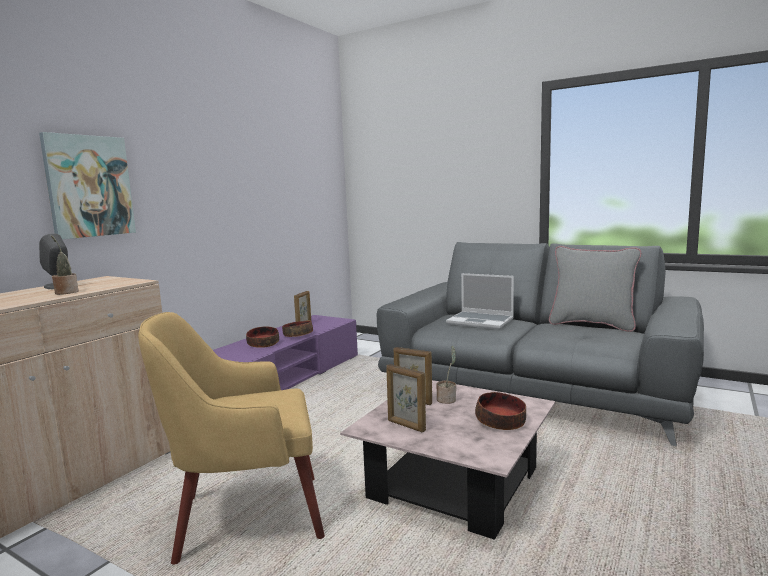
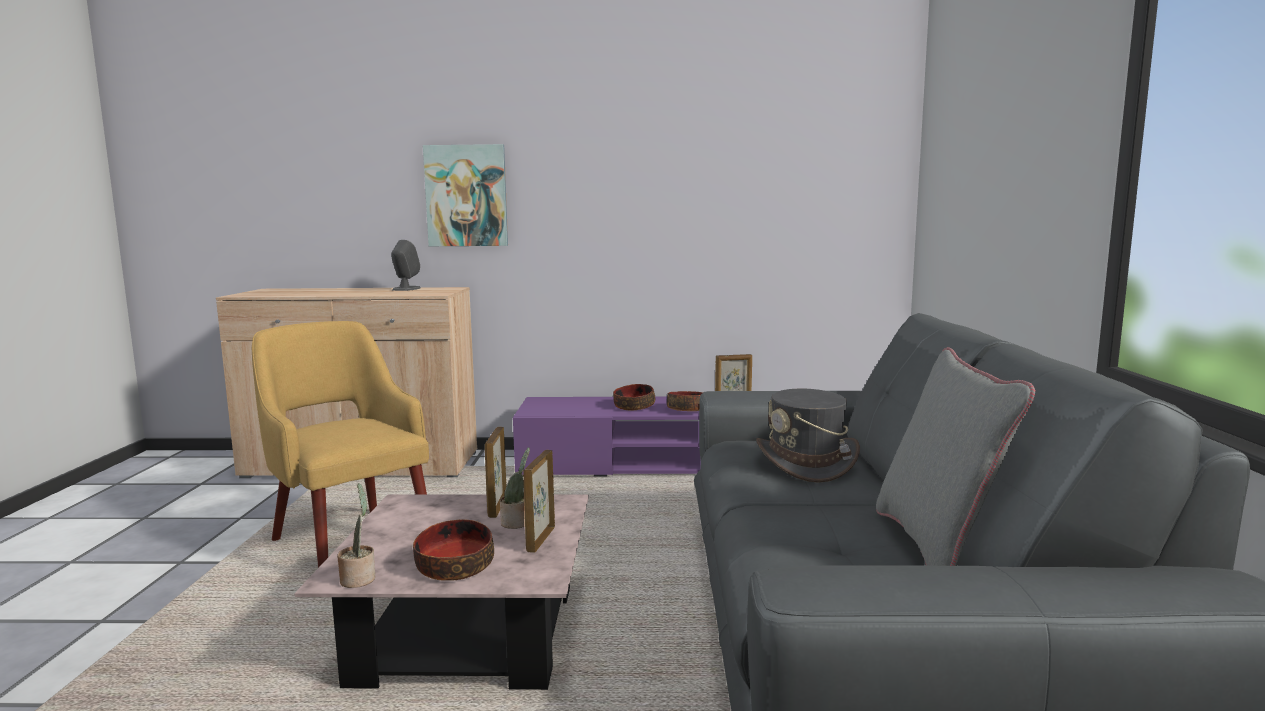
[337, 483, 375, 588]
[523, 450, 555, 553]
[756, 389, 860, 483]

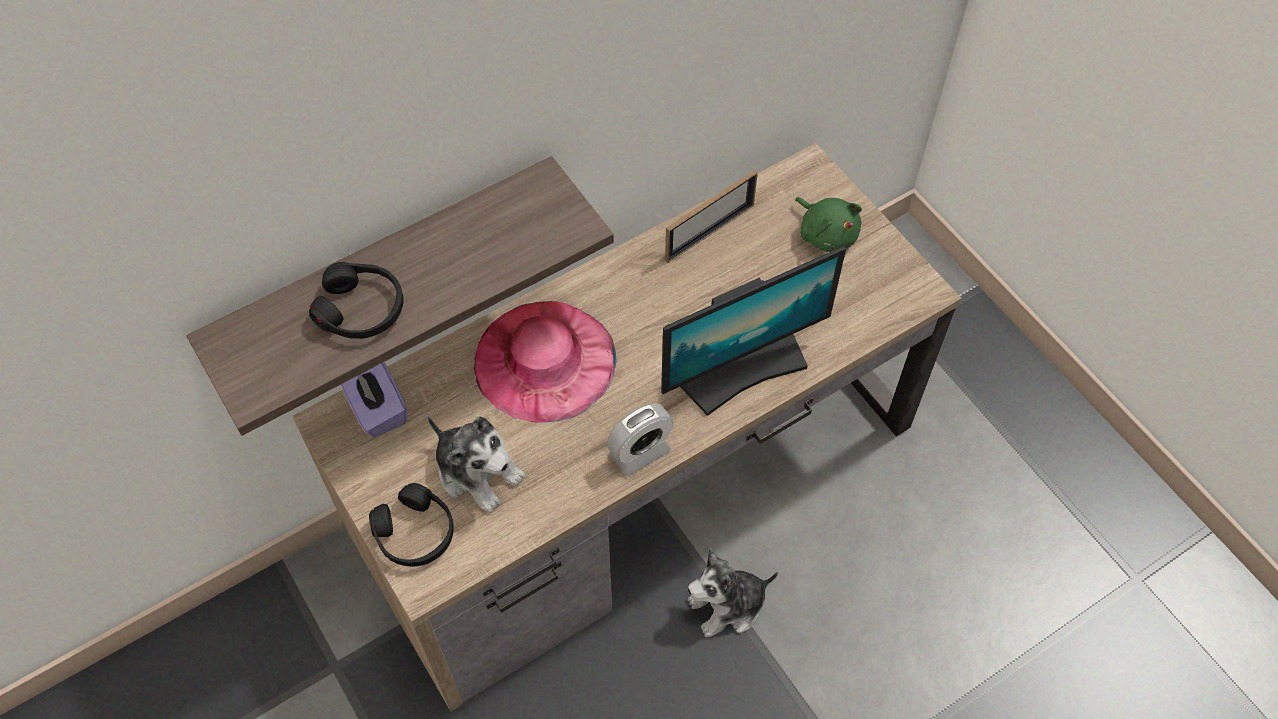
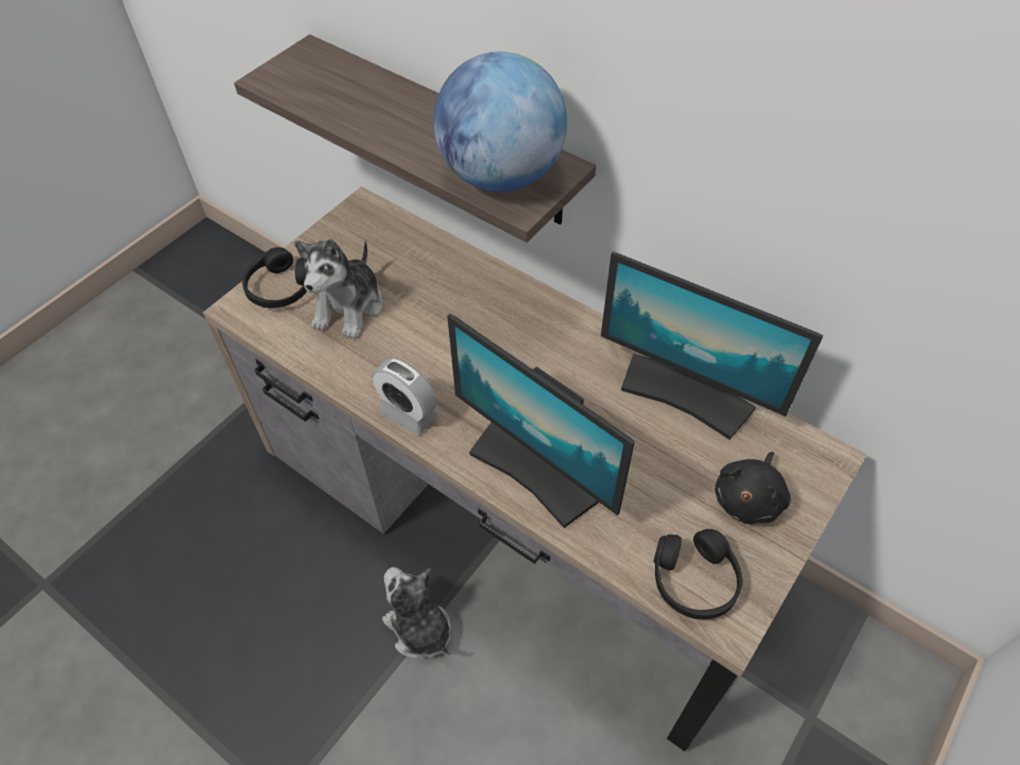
[341, 362, 408, 437] (first image)
[474, 301, 616, 423] (first image)
[433, 52, 567, 192]
[654, 529, 743, 619]
[601, 252, 824, 440]
[715, 452, 791, 524]

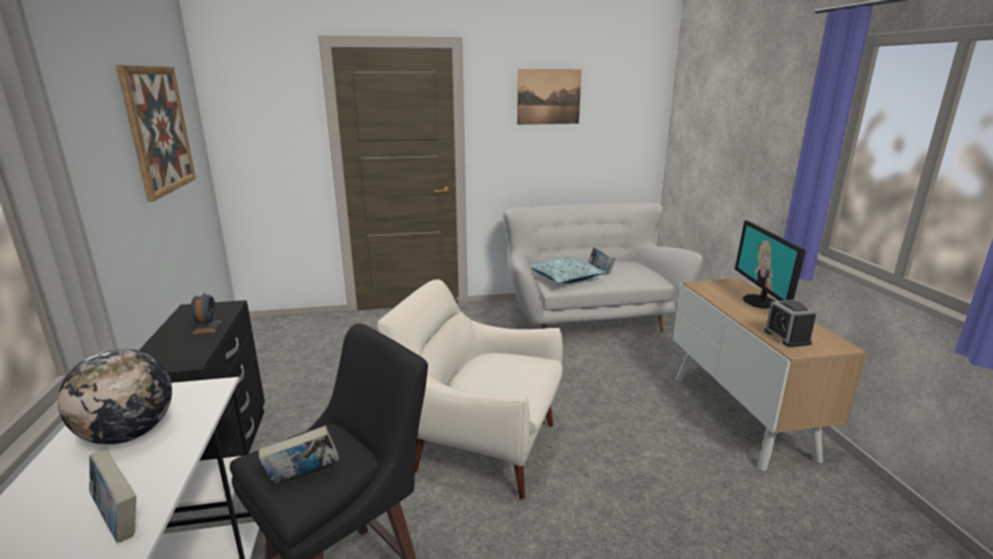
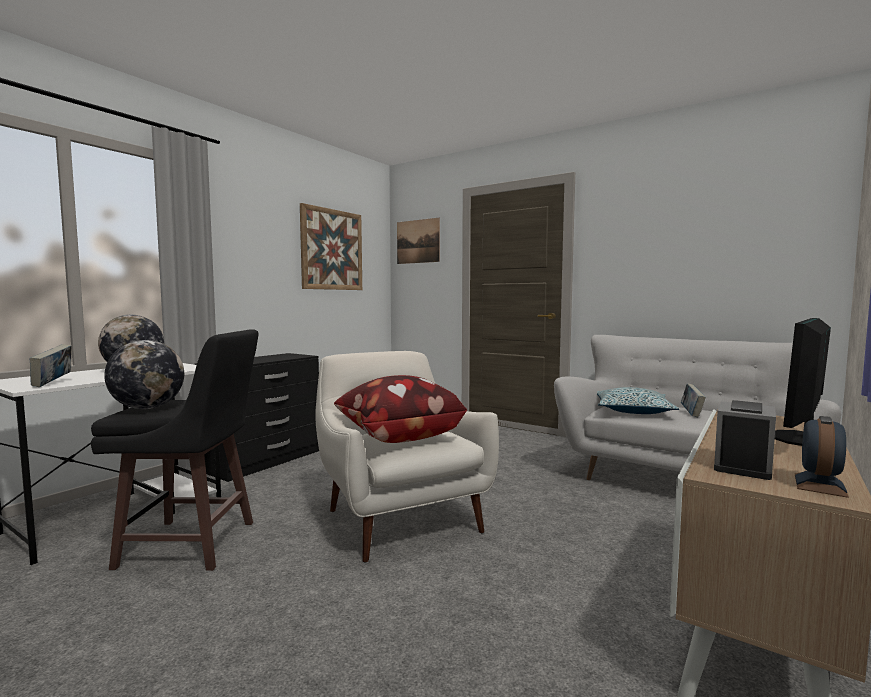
[334, 375, 467, 443]
[795, 416, 849, 498]
[397, 218, 440, 264]
[104, 340, 184, 409]

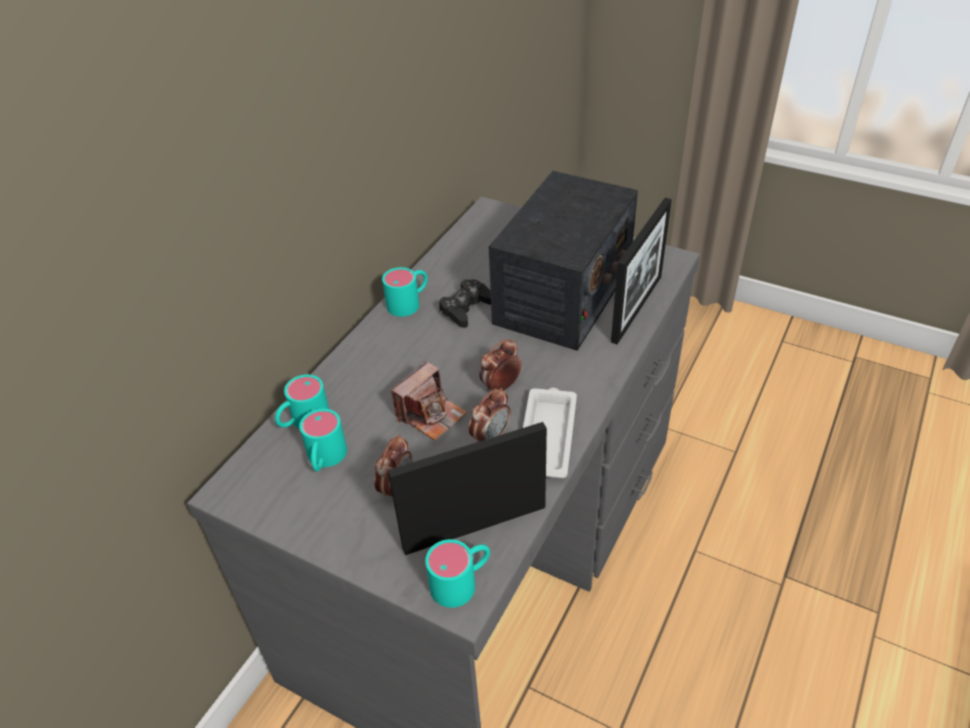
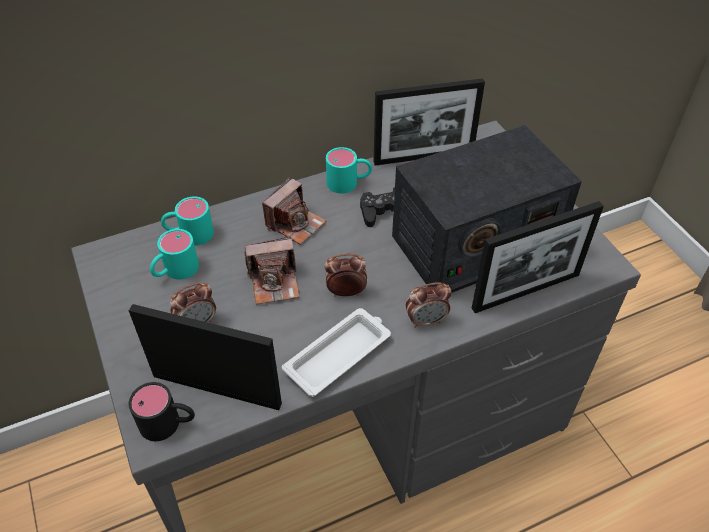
[262, 178, 326, 245]
[374, 78, 485, 166]
[406, 283, 452, 328]
[129, 382, 195, 441]

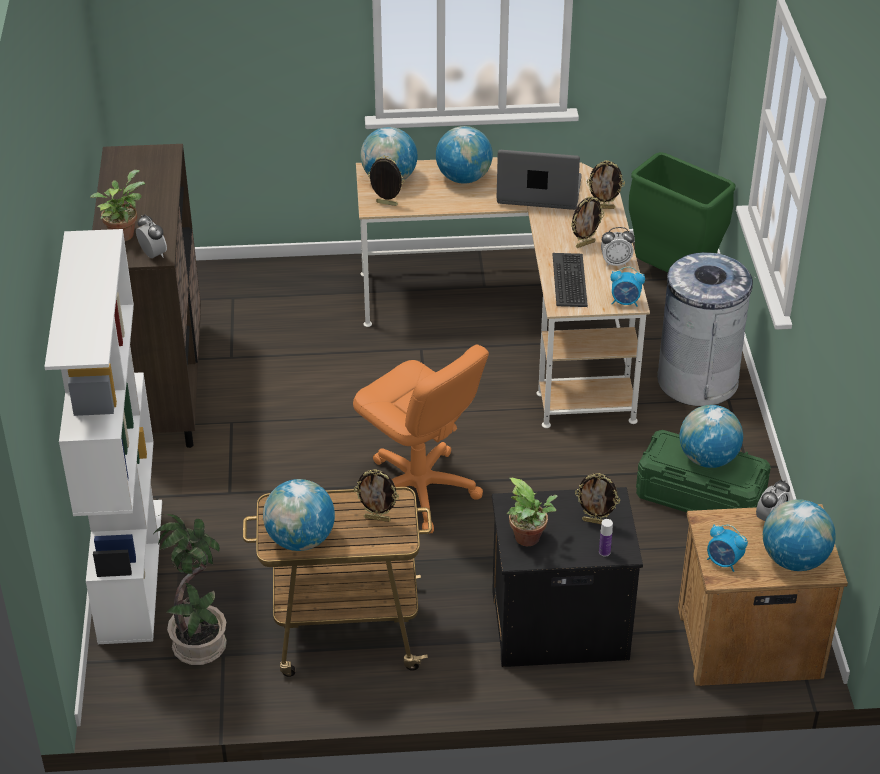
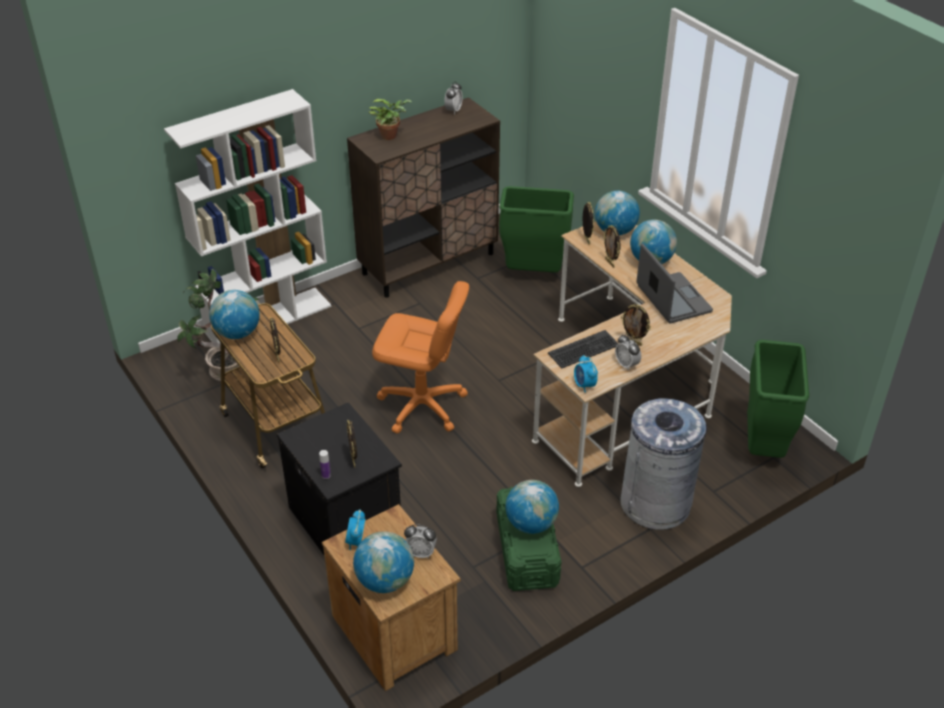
[506, 478, 558, 546] (first image)
[499, 186, 574, 272]
[444, 82, 463, 114]
[603, 225, 620, 268]
[372, 281, 469, 433]

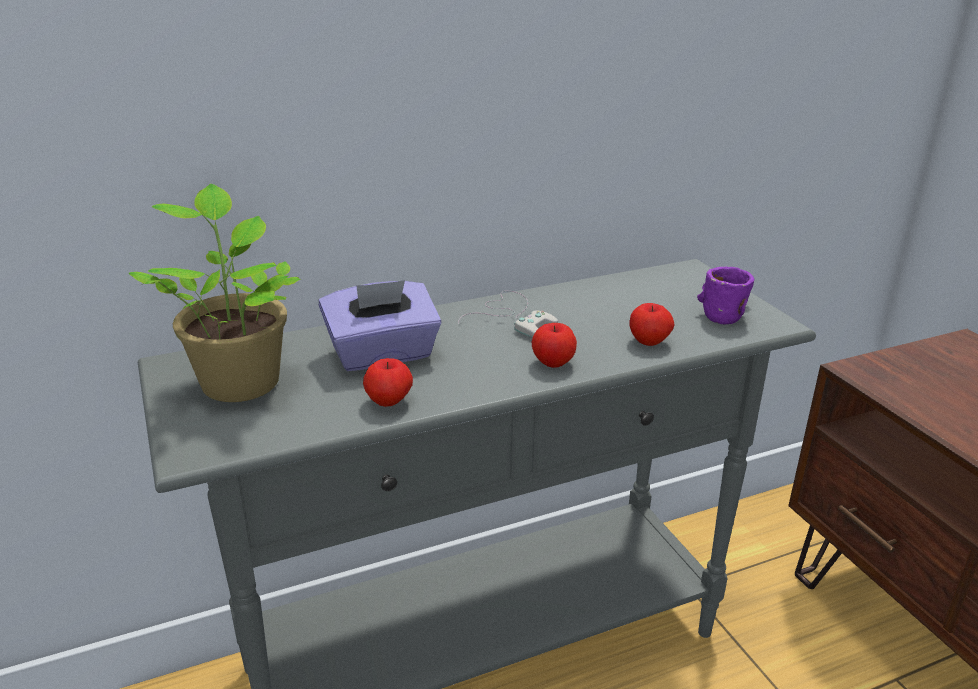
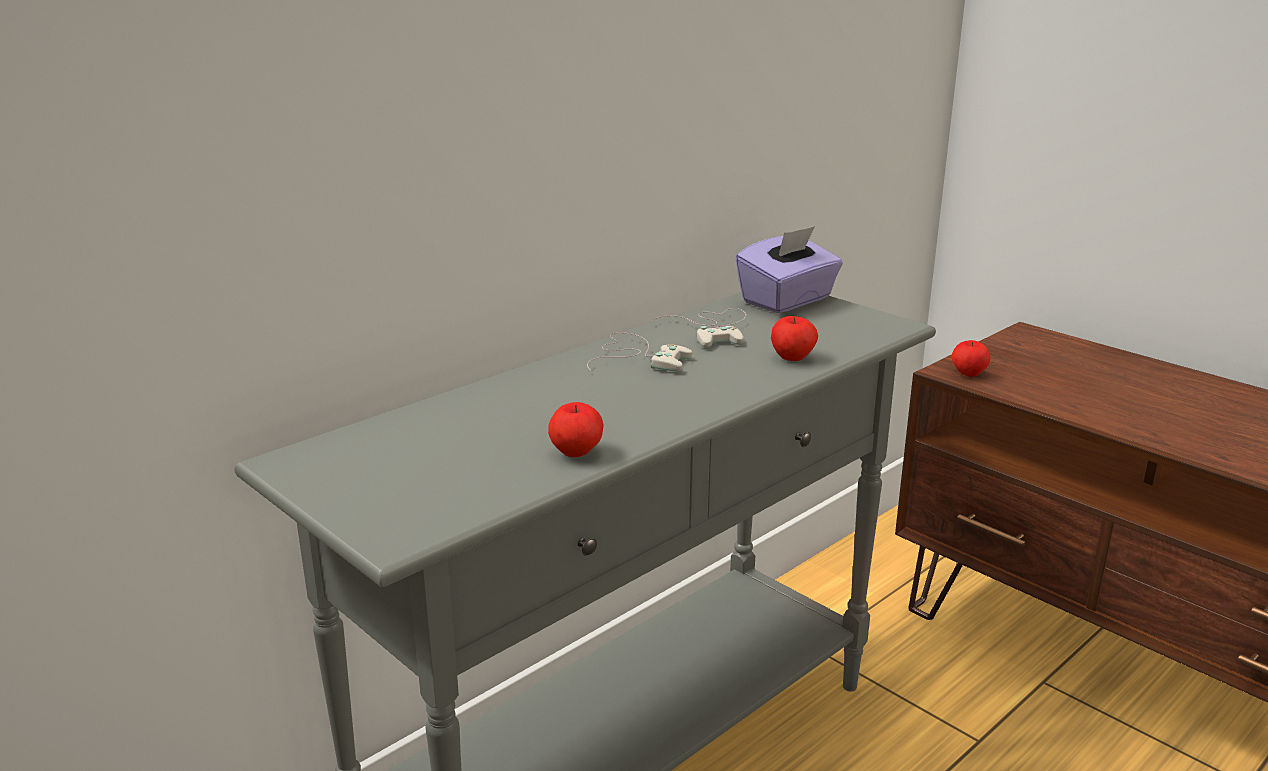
[129, 184, 301, 402] (first image)
[697, 266, 754, 325] (first image)
[653, 308, 746, 348]
[735, 226, 843, 313]
[952, 340, 990, 377]

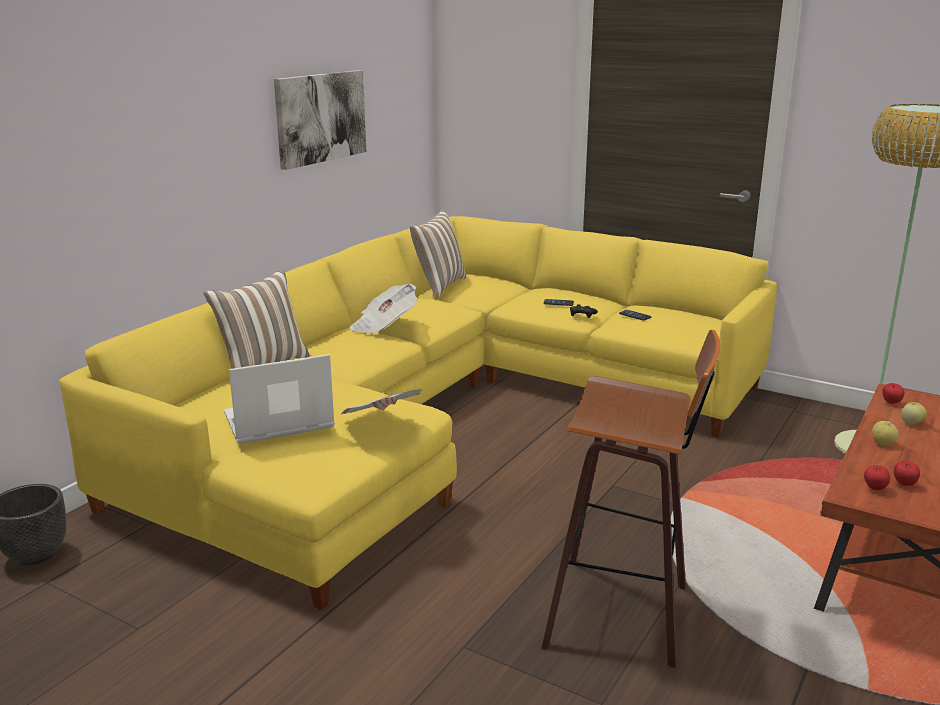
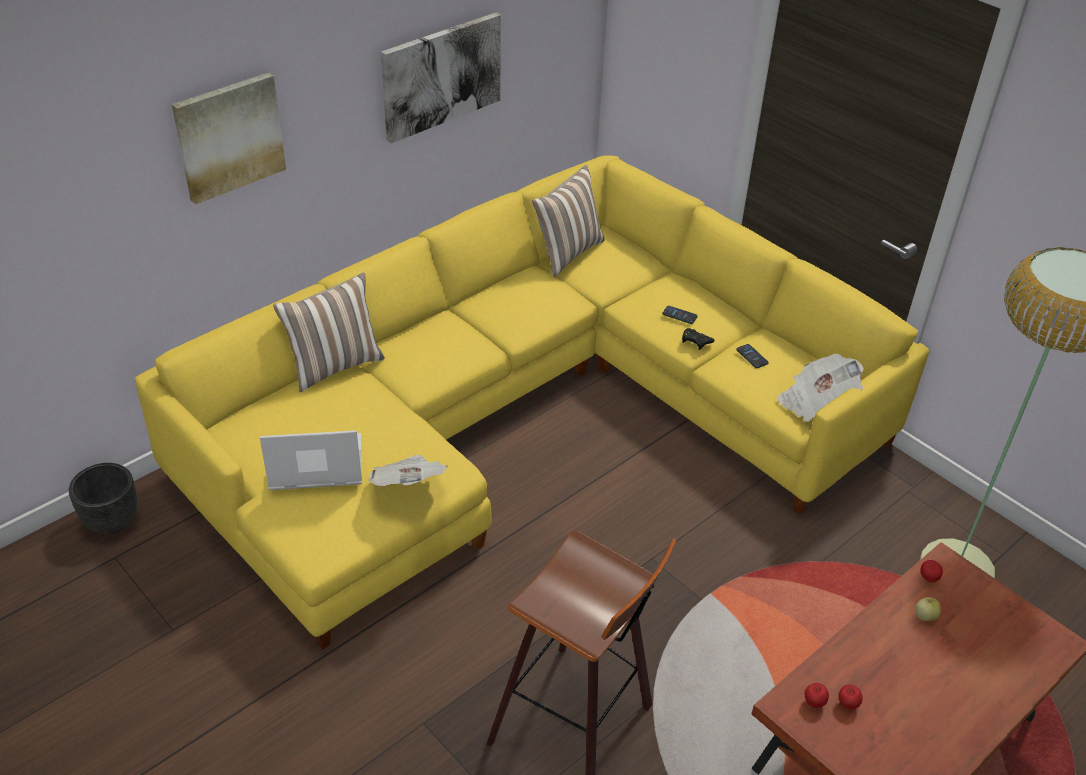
[872, 421, 898, 446] (first image)
[172, 72, 286, 204]
[778, 354, 864, 422]

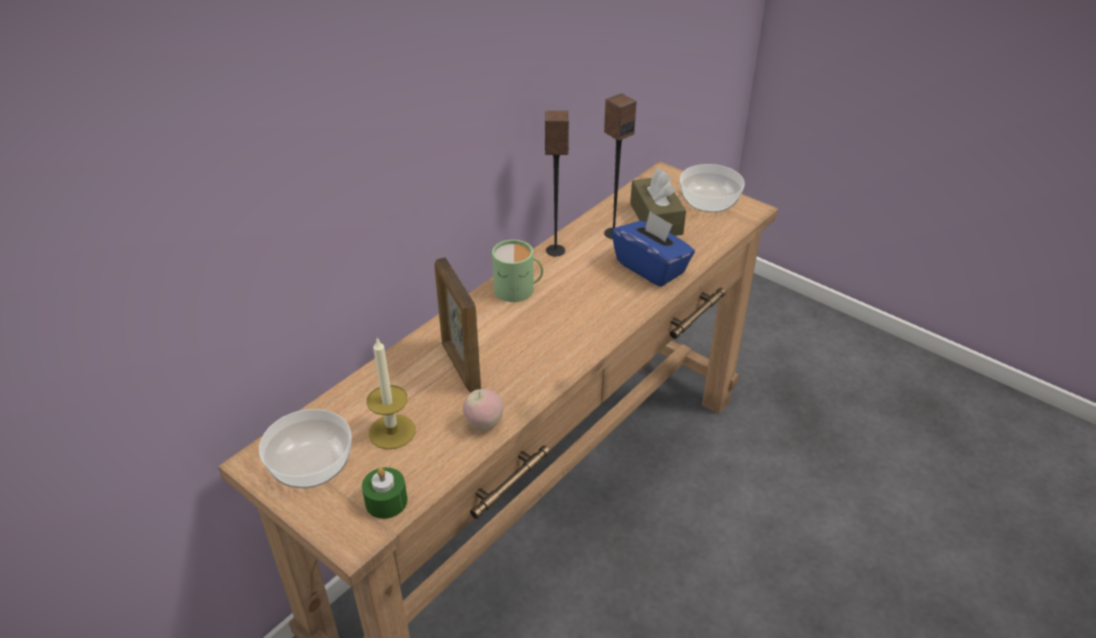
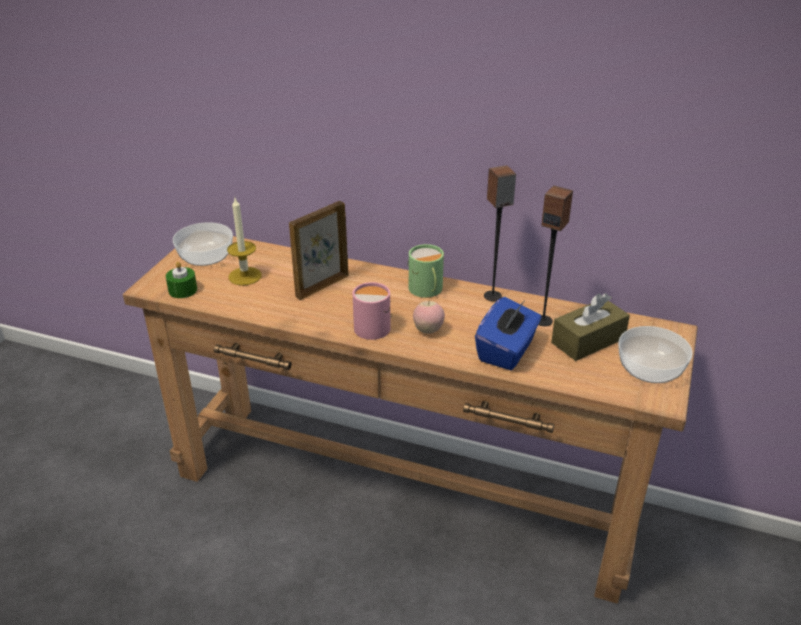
[352, 282, 392, 340]
[413, 301, 445, 334]

